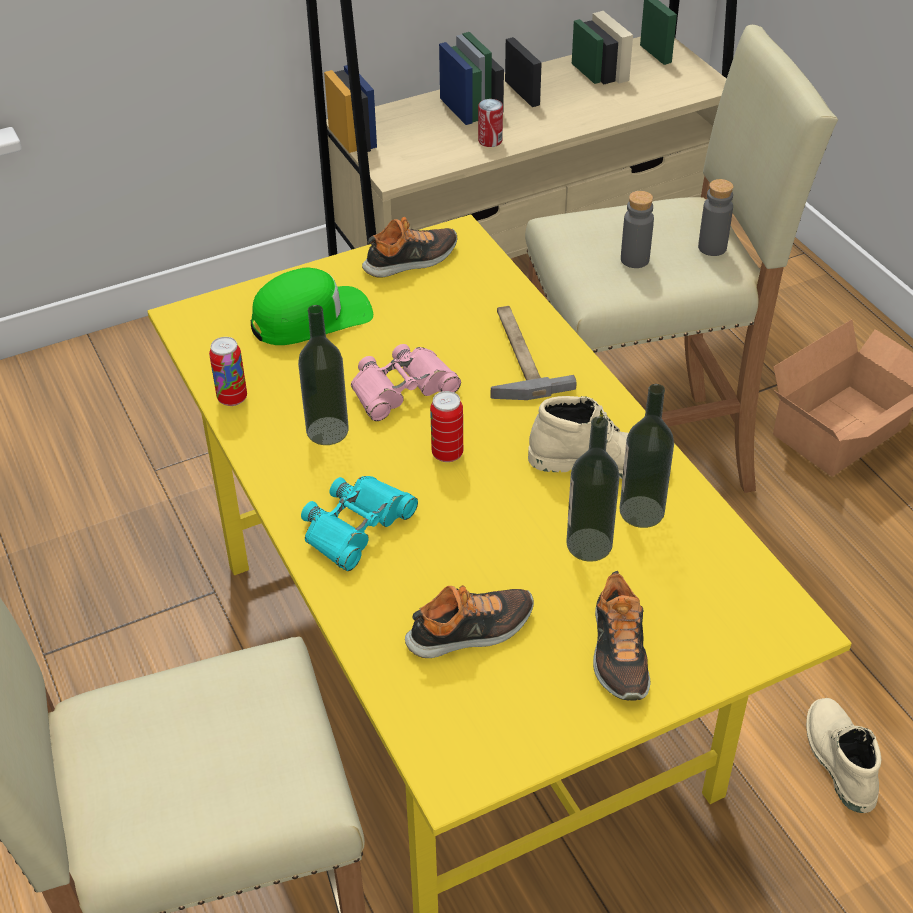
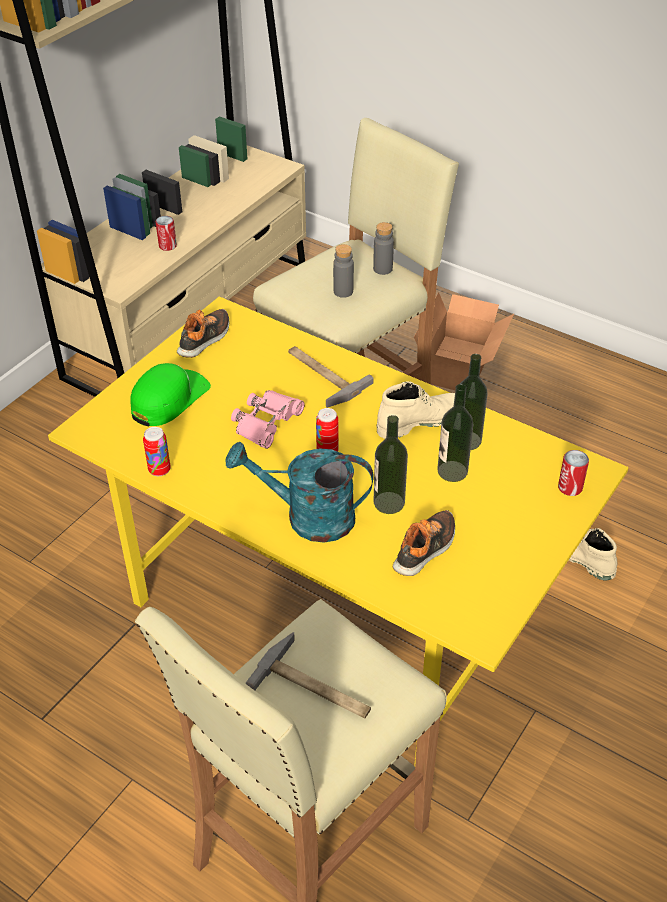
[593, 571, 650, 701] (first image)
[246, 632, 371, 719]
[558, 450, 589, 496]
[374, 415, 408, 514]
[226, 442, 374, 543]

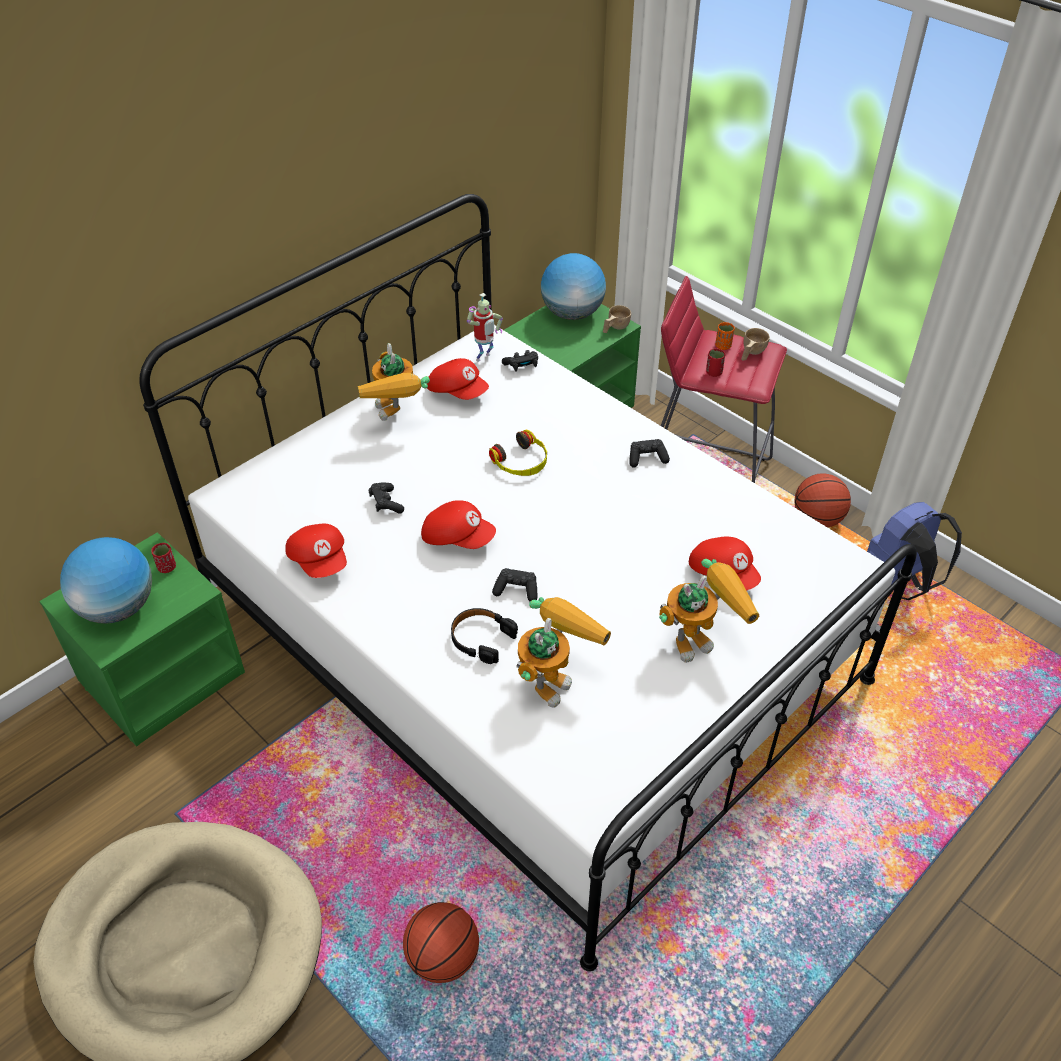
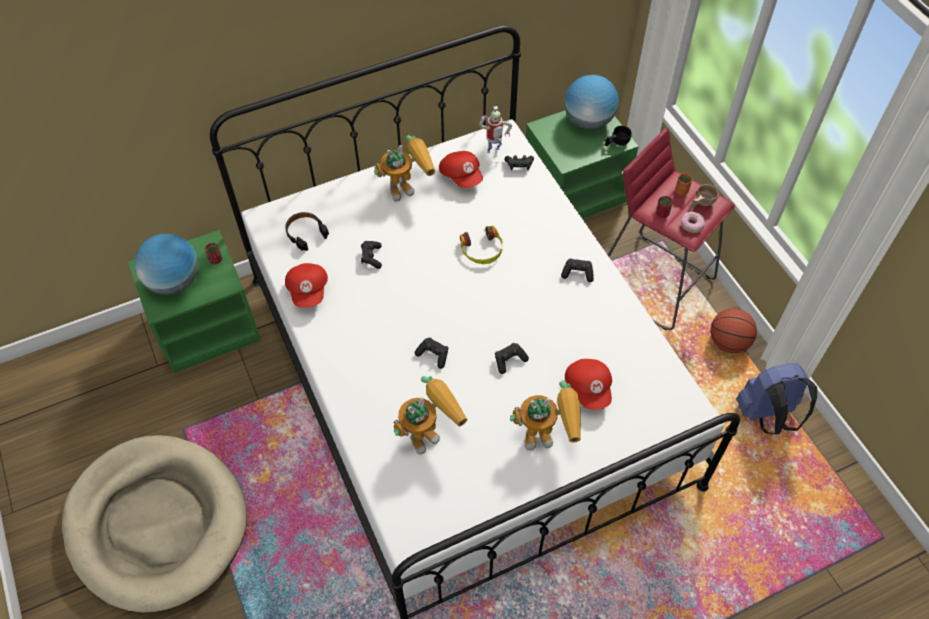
[403, 902, 479, 983] (first image)
[421, 500, 496, 549] (first image)
[495, 343, 529, 374]
[681, 211, 705, 233]
[285, 212, 329, 251]
[605, 126, 632, 146]
[374, 135, 435, 202]

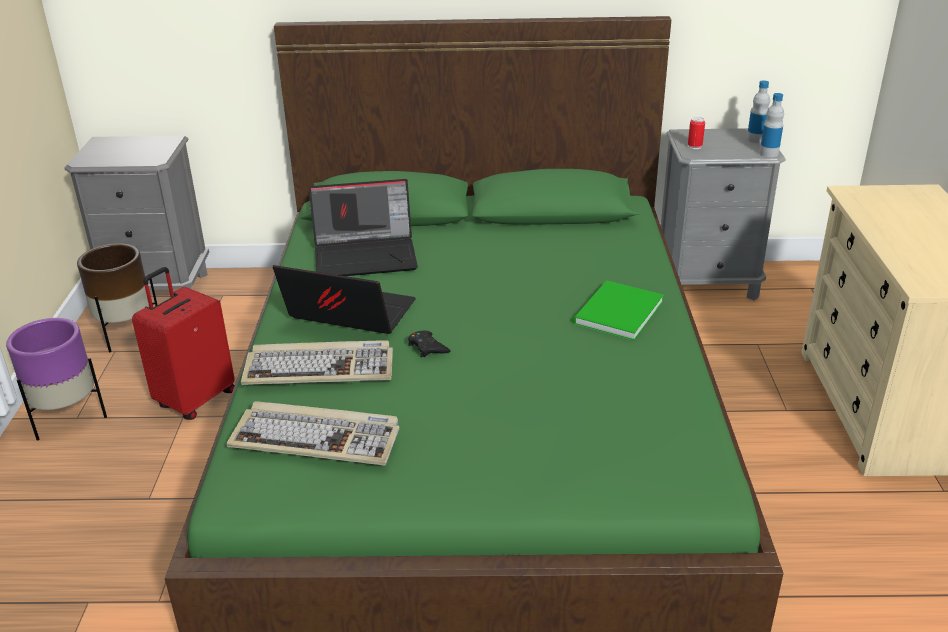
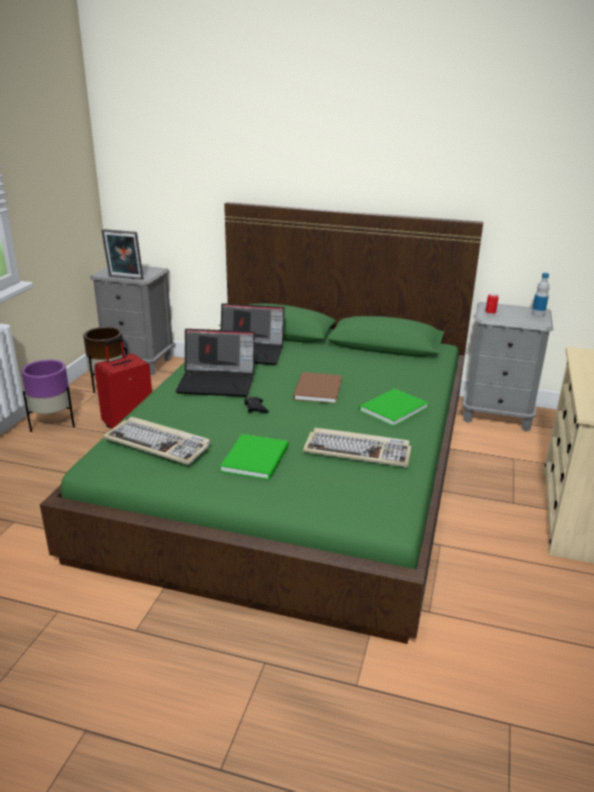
[760, 93, 784, 157] (first image)
[101, 229, 143, 280]
[220, 434, 289, 480]
[293, 372, 342, 404]
[303, 428, 411, 467]
[175, 329, 255, 397]

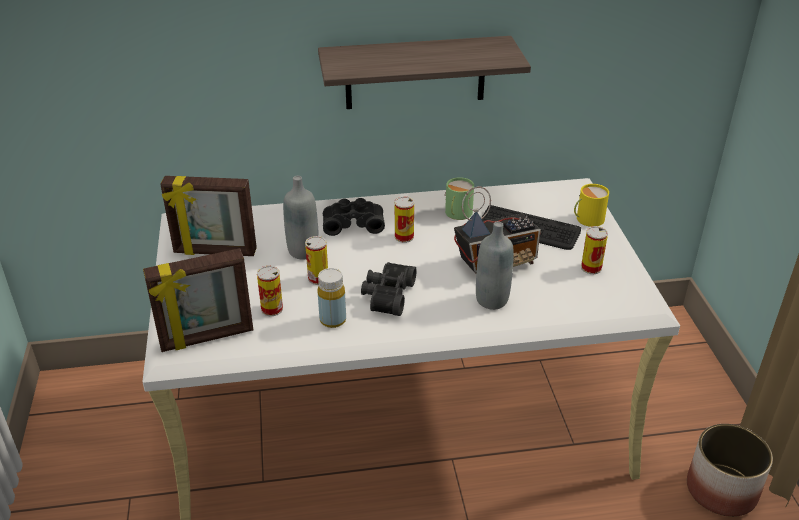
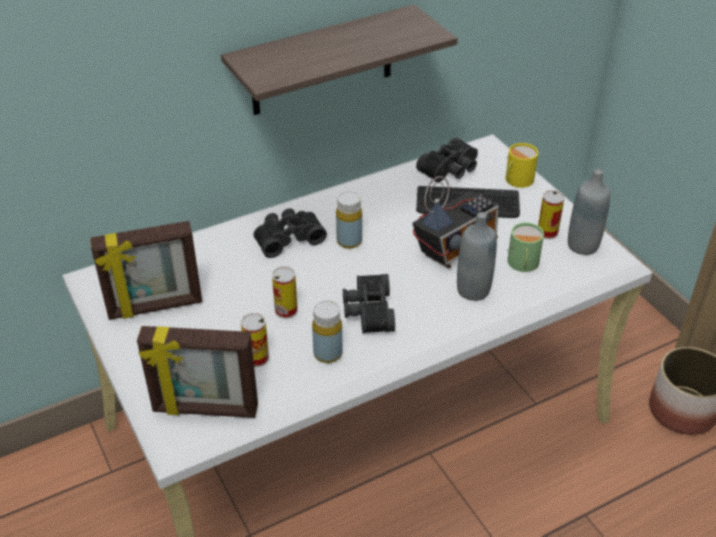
[416, 137, 478, 182]
[568, 168, 610, 255]
[507, 223, 544, 272]
[336, 191, 362, 249]
[137, 326, 258, 418]

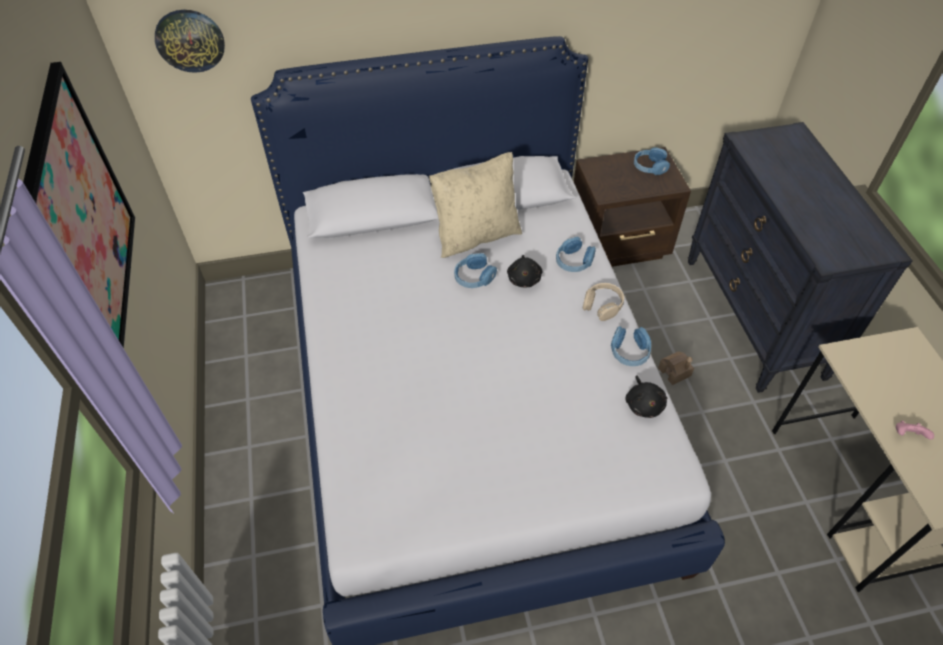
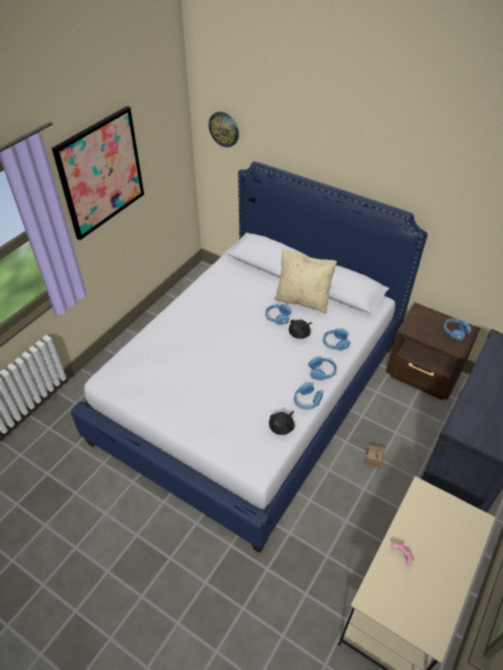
[308, 357, 337, 380]

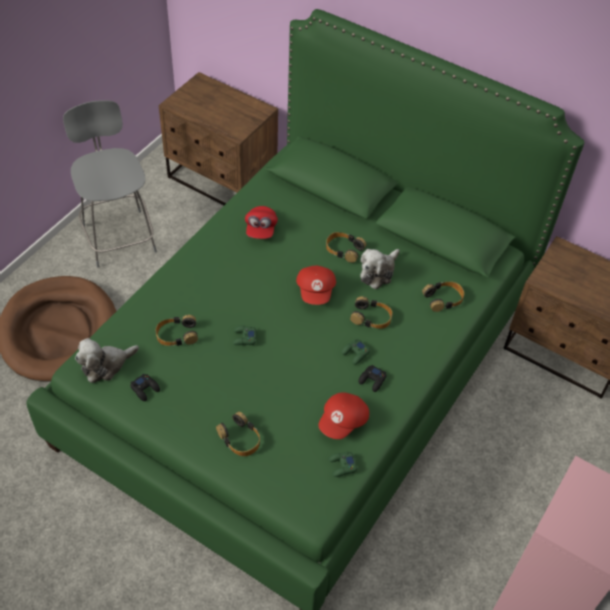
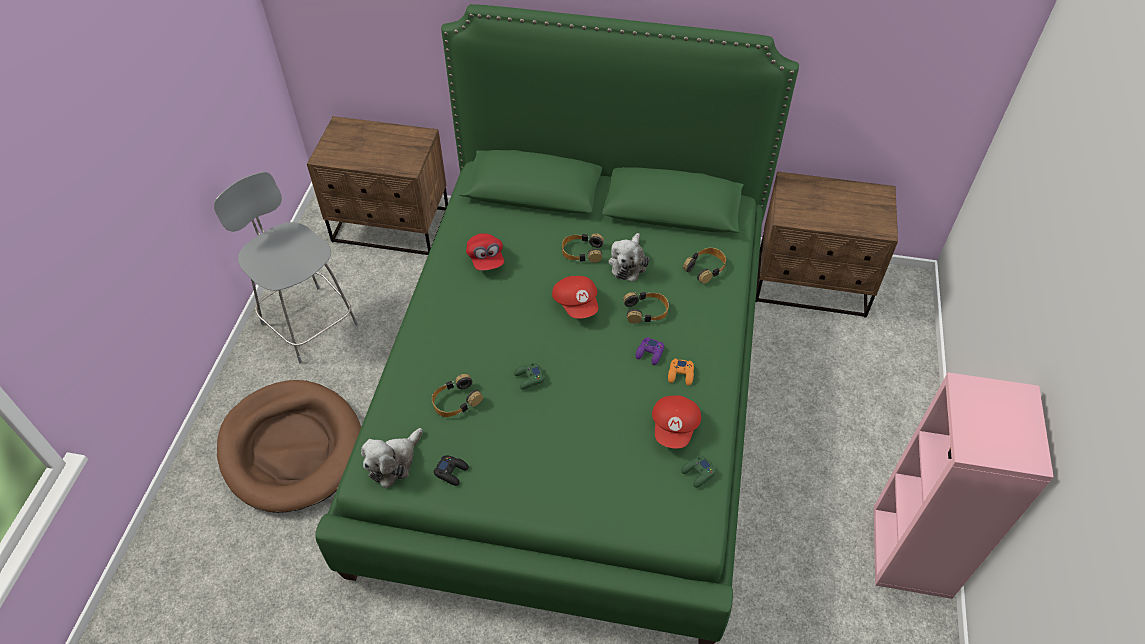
[216, 411, 260, 456] (first image)
[636, 337, 664, 365]
[668, 359, 694, 386]

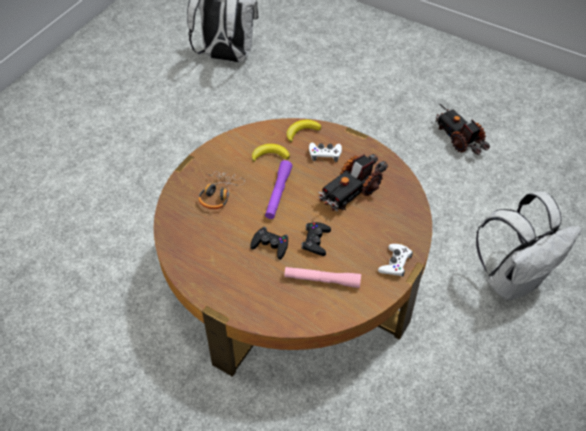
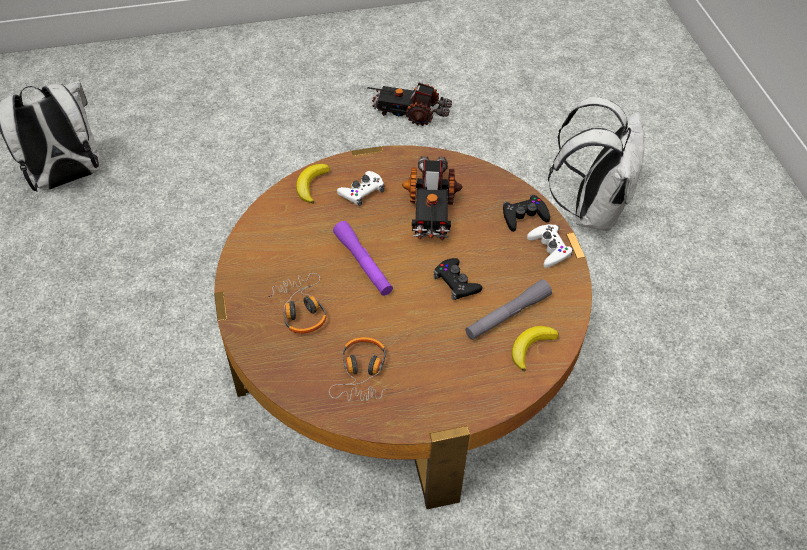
[329, 337, 393, 401]
[503, 194, 550, 232]
[512, 326, 559, 372]
[465, 279, 552, 340]

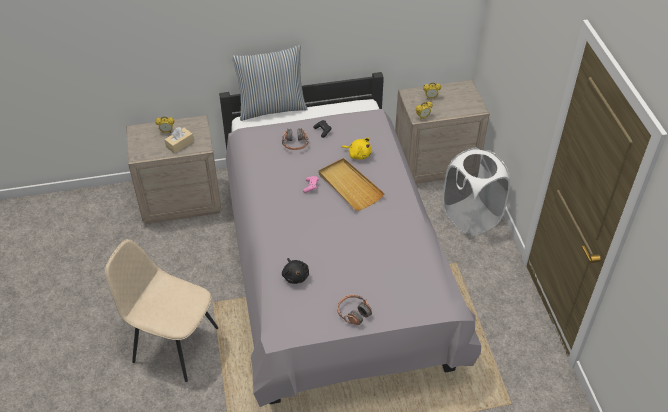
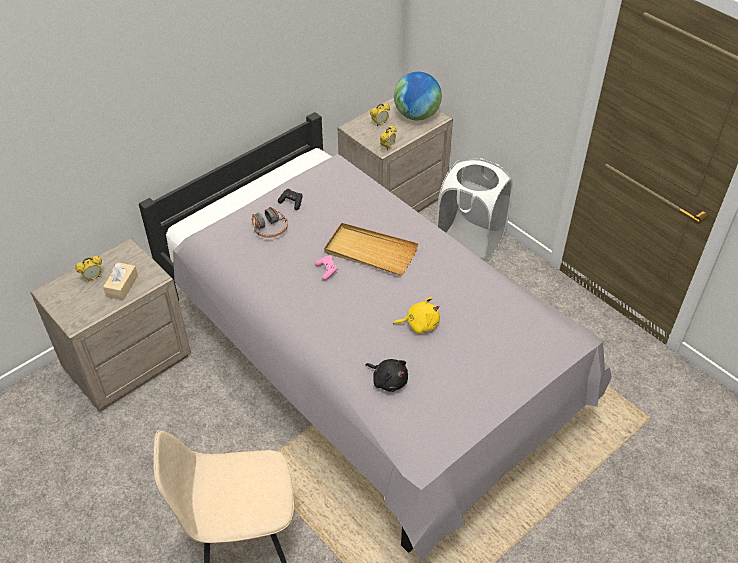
[232, 45, 308, 121] (first image)
[337, 295, 372, 325] (first image)
[394, 72, 442, 120]
[393, 297, 440, 334]

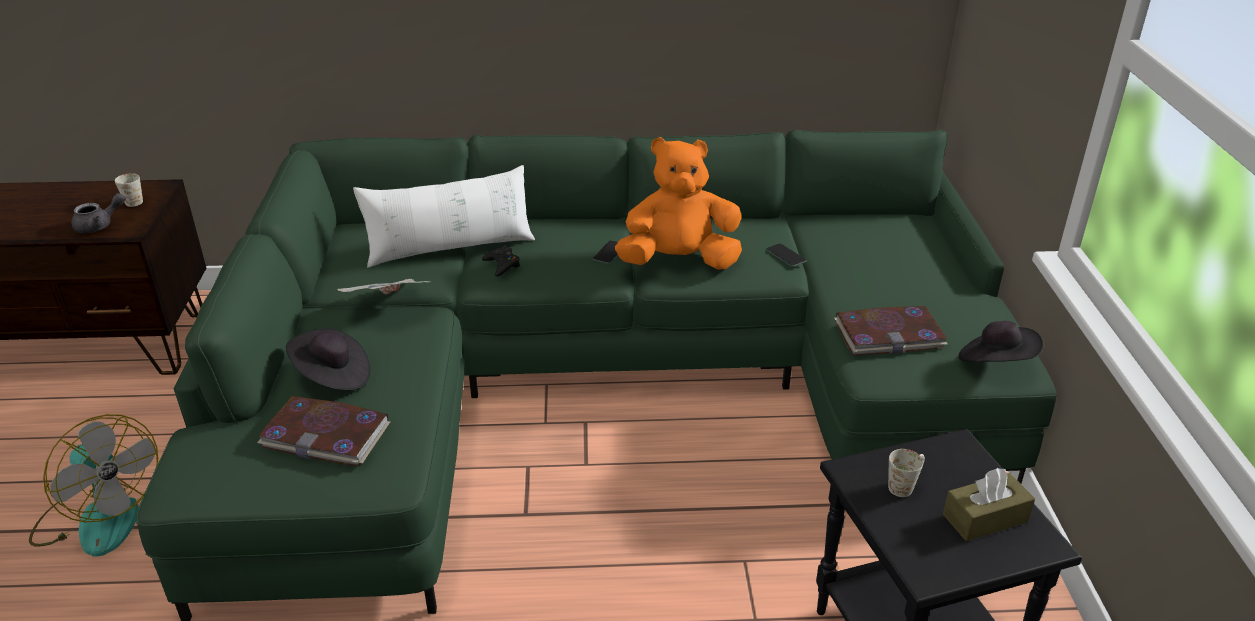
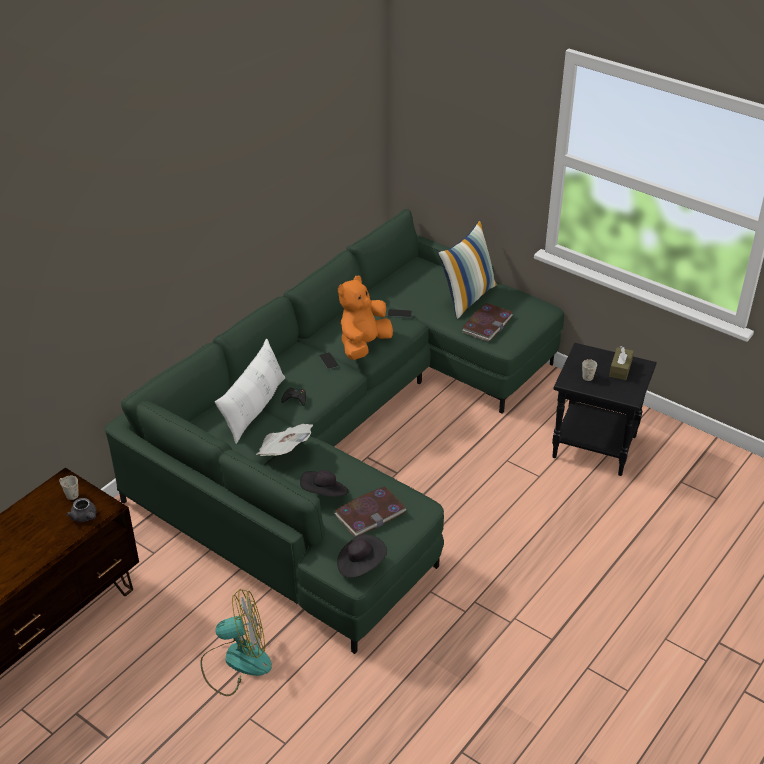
[438, 220, 497, 319]
[337, 534, 387, 578]
[66, 498, 96, 522]

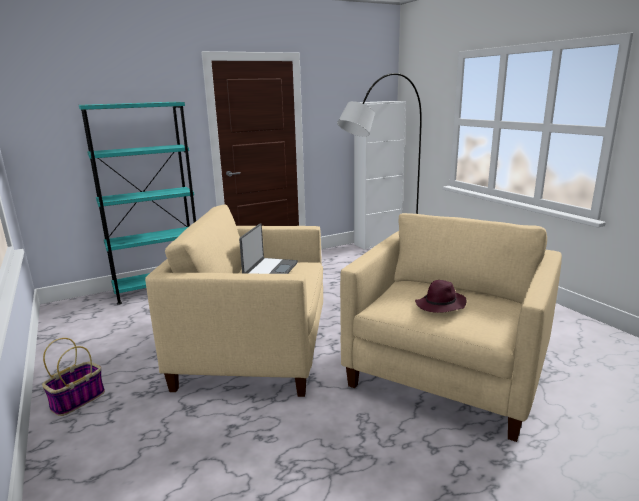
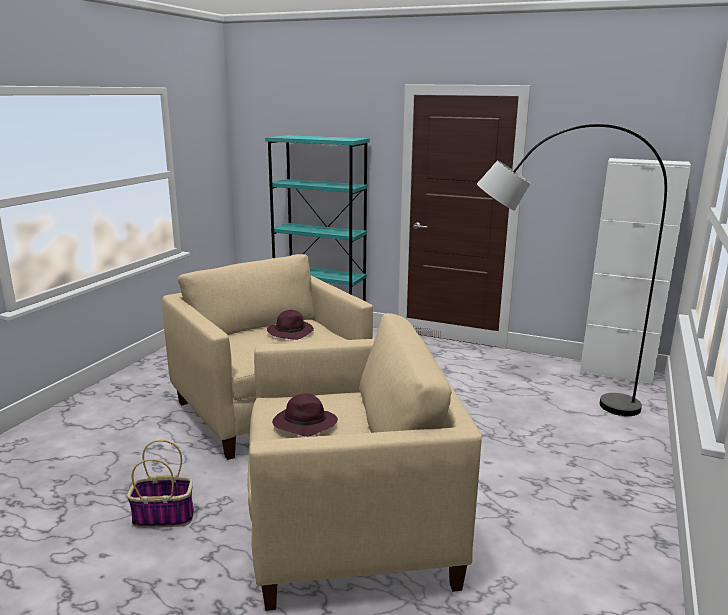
[127, 440, 194, 528]
[267, 310, 314, 340]

